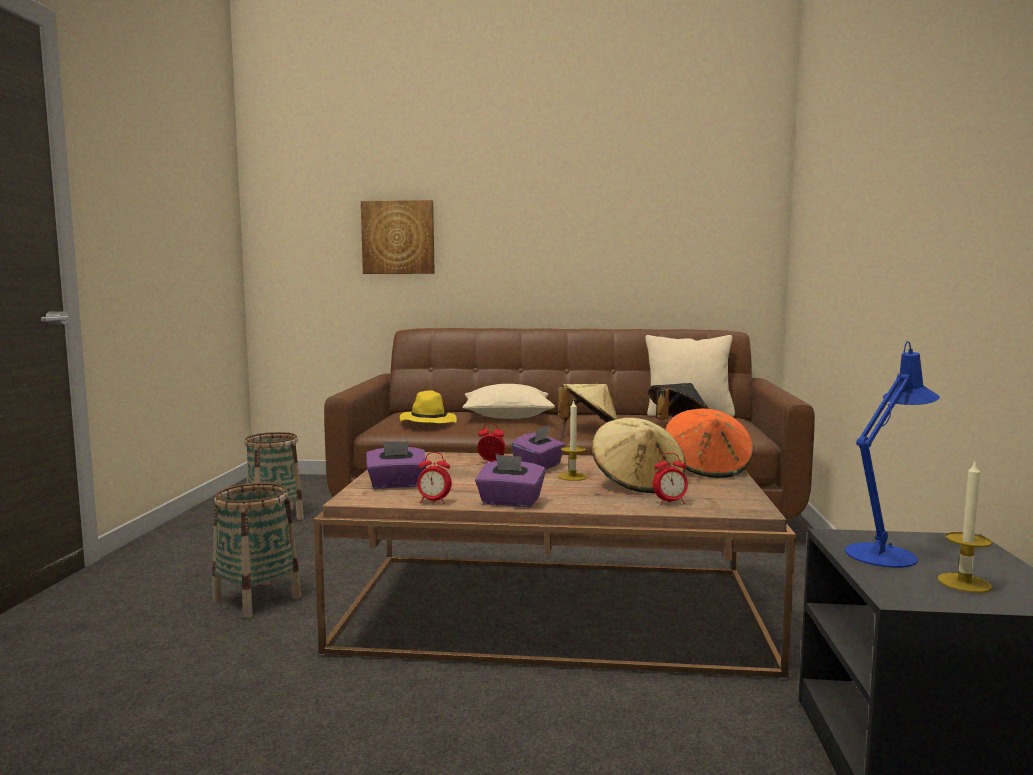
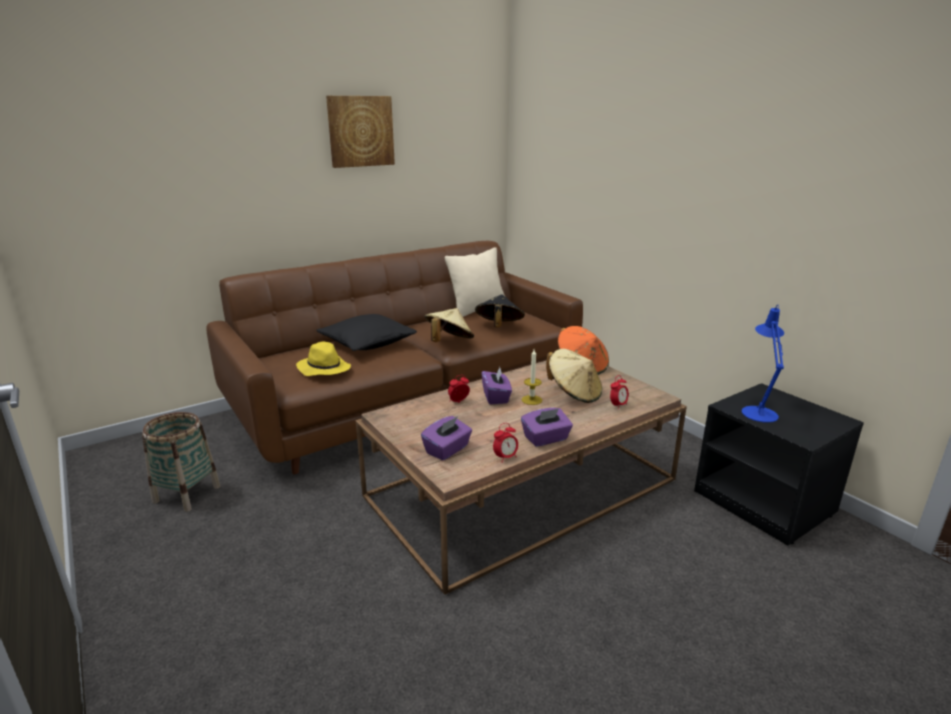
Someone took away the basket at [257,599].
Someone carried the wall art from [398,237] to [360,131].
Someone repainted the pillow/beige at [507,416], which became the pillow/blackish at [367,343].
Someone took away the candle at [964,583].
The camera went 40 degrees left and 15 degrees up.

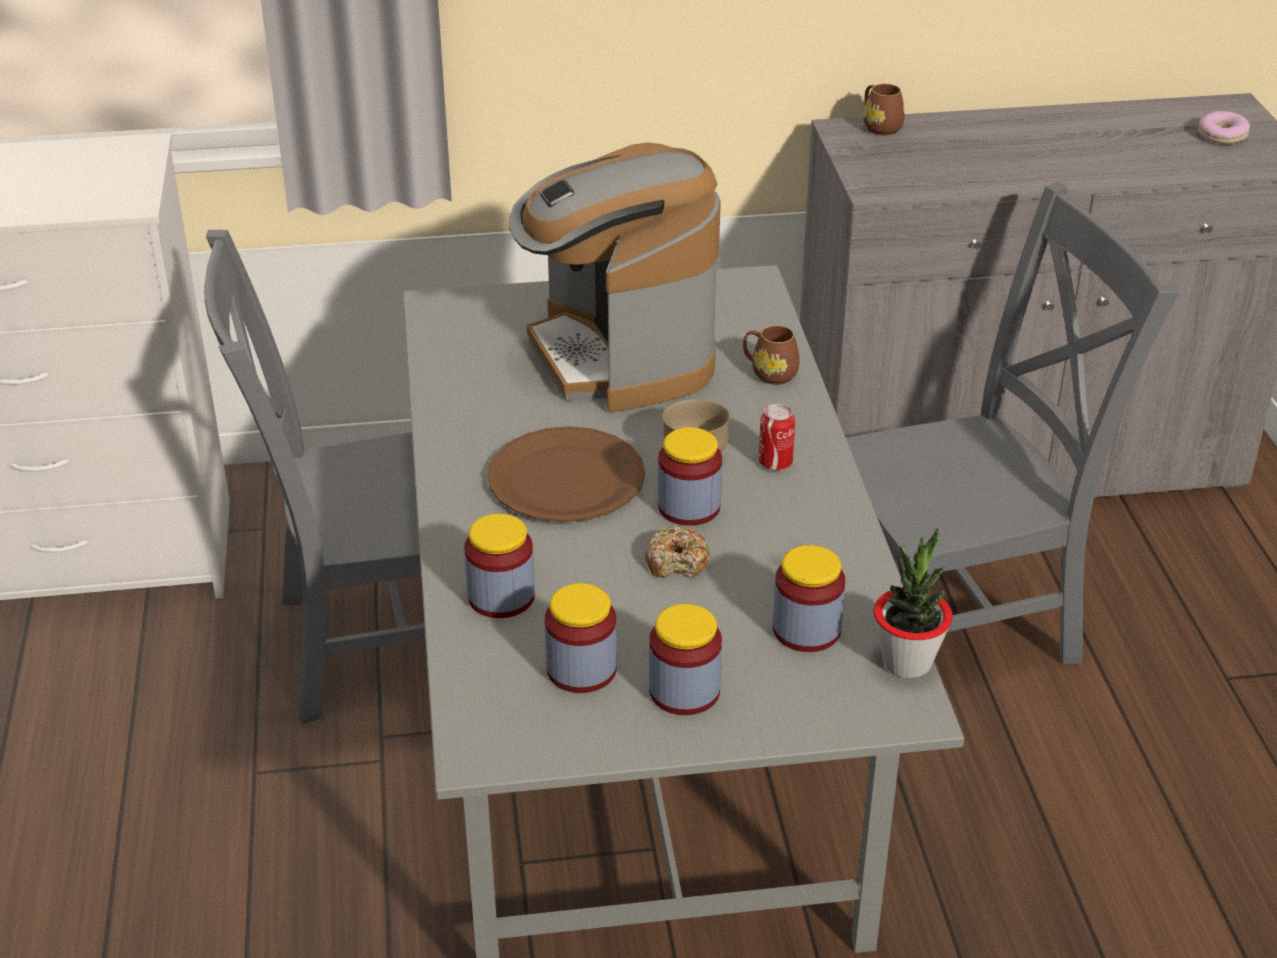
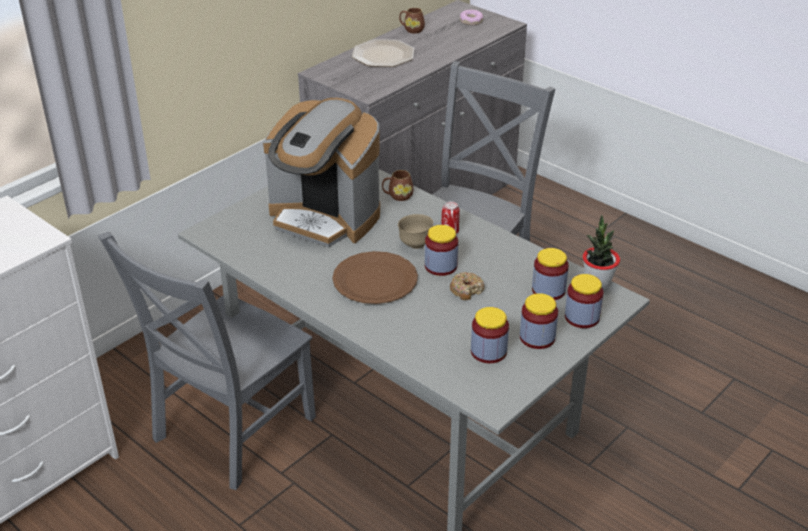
Someone carried the preserve jar from [501,597] to [582,317].
Someone carried the coffee mug/brownish from [879,126] to [411,29].
Someone put down the flat dish at [382,55].
The camera went 40 degrees left and 0 degrees up.

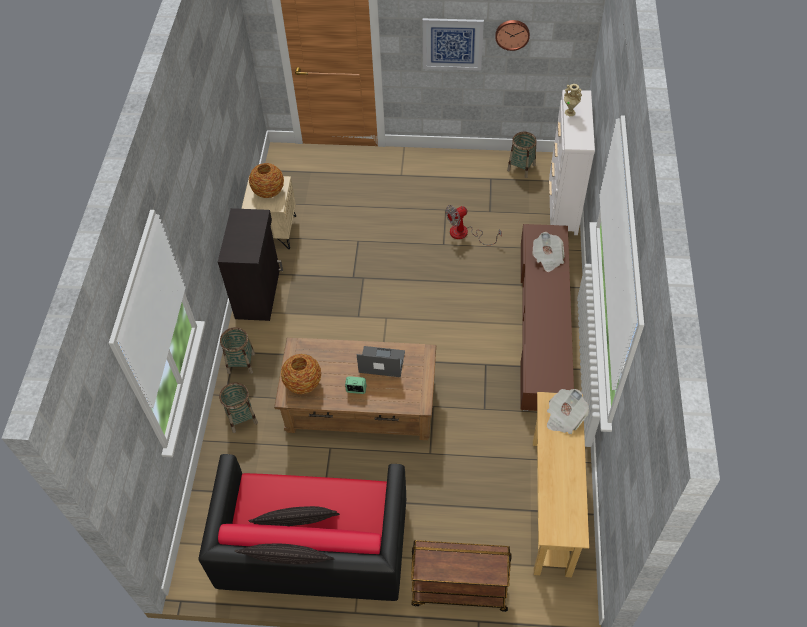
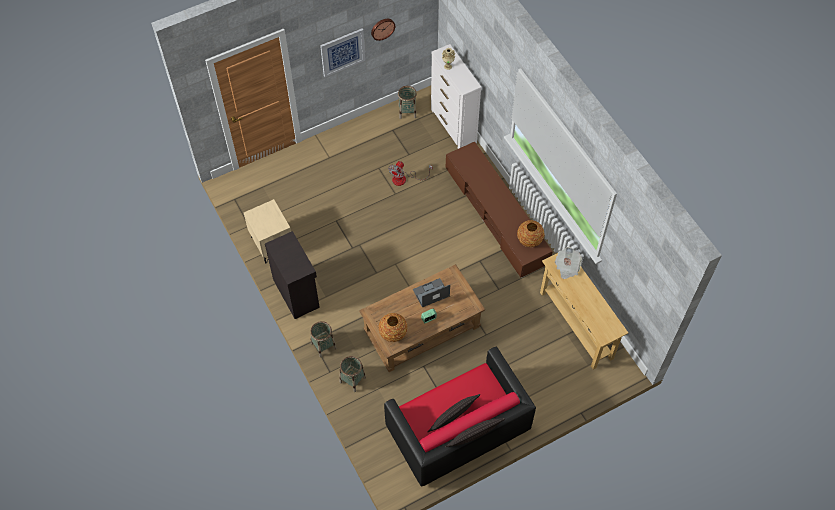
Someone carried the flower vase from [268,191] to [529,240].
Someone took away the wheeled cart/brownish at [458,590].
Someone took away the daily paper at [547,258].
The camera went 35 degrees left and 5 degrees up.

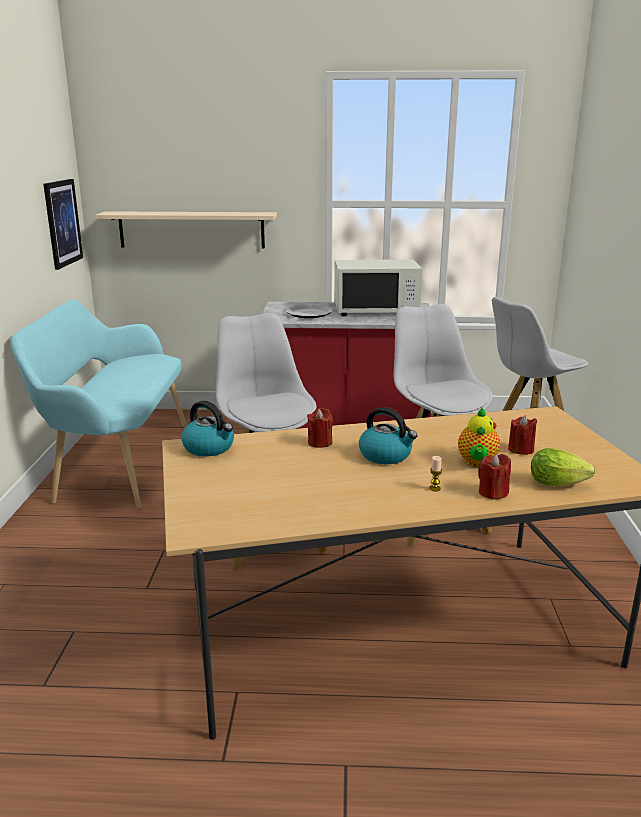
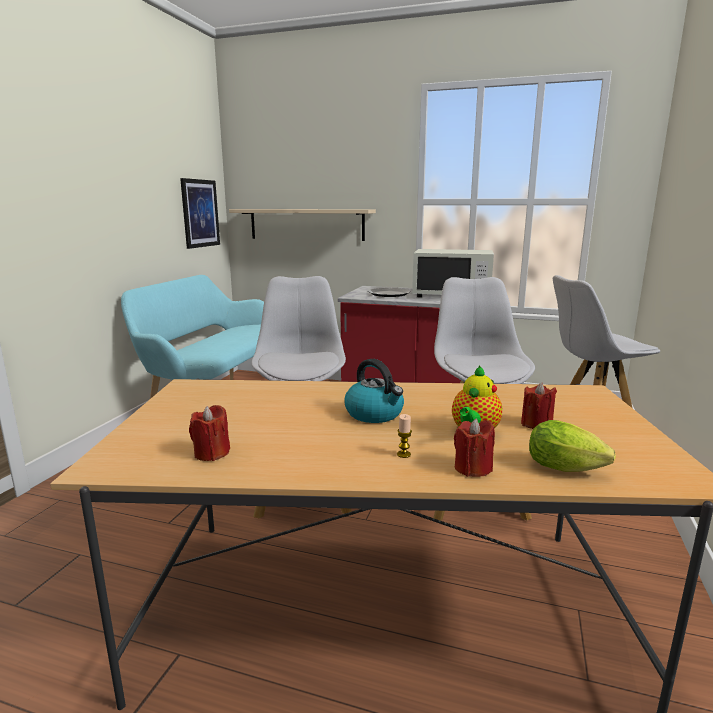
Someone took away the tea kettle at [209,448].
Someone carried the candle/red-coloured from [320,443] to [212,453].
The camera went 15 degrees right and 5 degrees down.

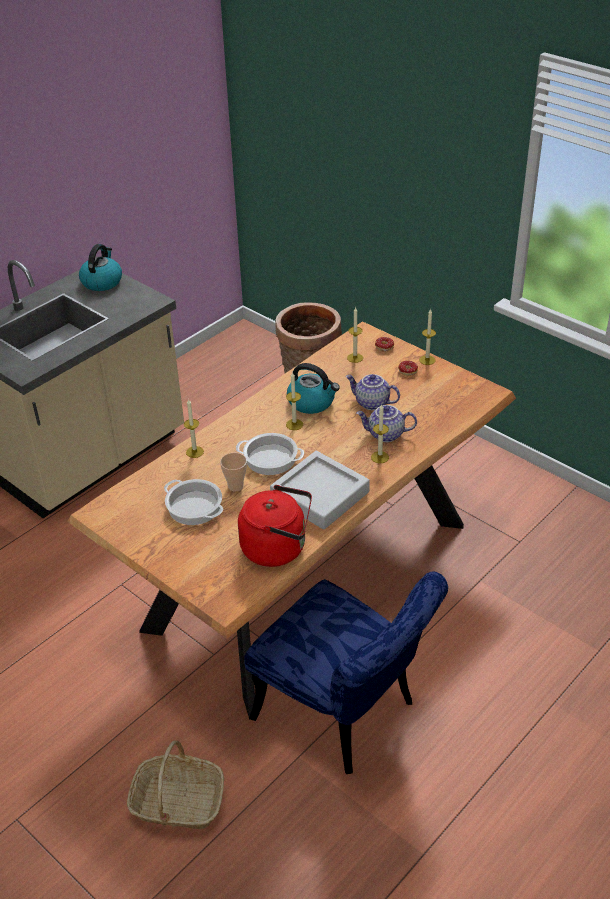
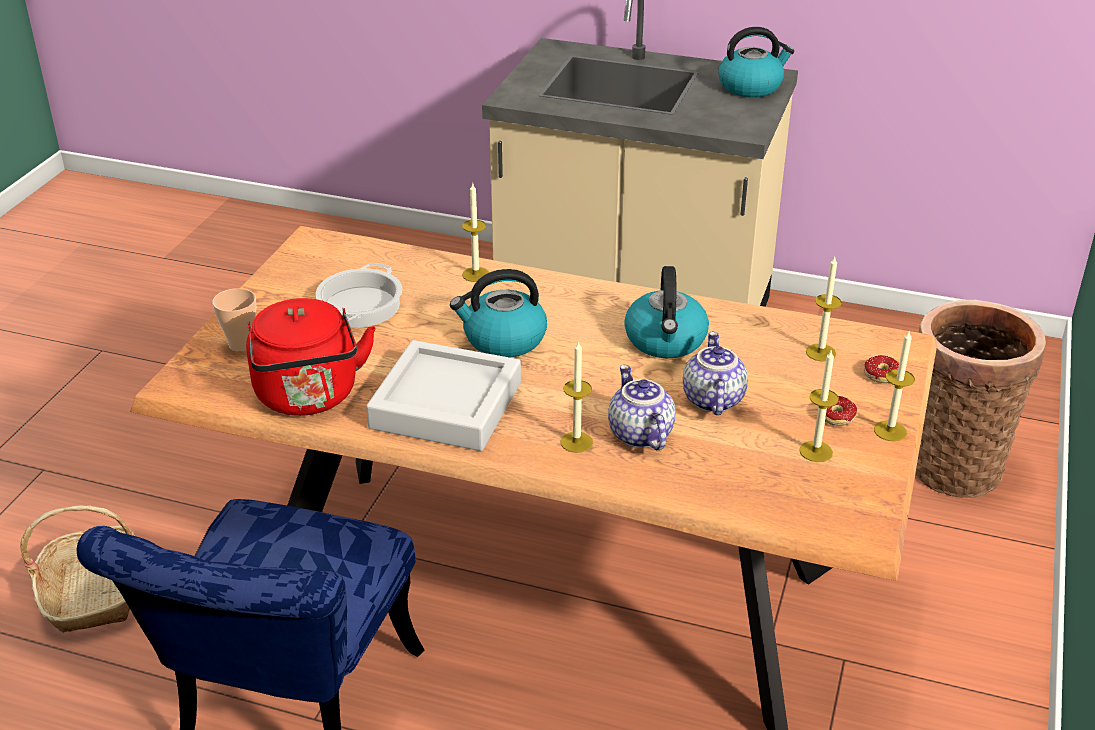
Someone carried the small cup from [235,486] to [241,345].
Someone swapped the saucepot at [271,458] for the tea kettle at [503,340].
Someone carried the candle from [294,424] to [816,451].
The camera went 65 degrees right and 5 degrees down.

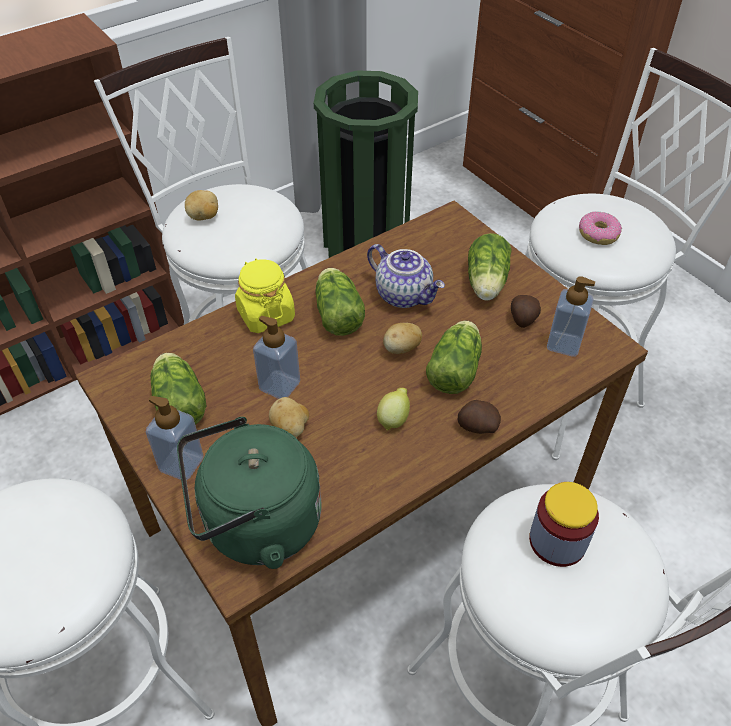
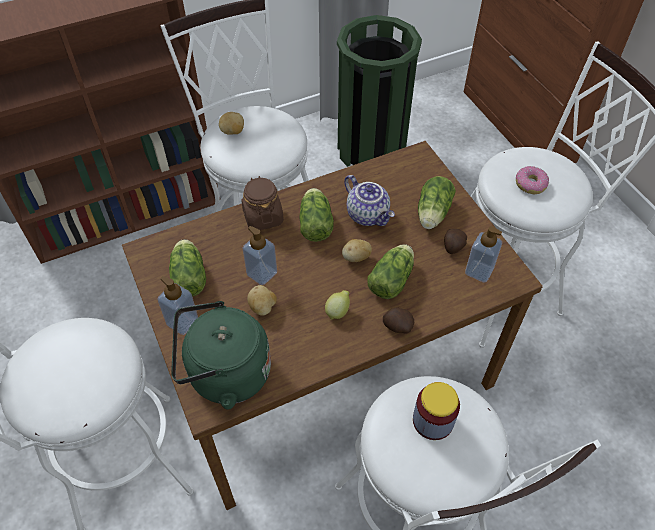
Someone repainted the preserve jar/yellow at [266,315], which became the preserve jar/brownish at [263,217].
The camera went 10 degrees right and 5 degrees up.

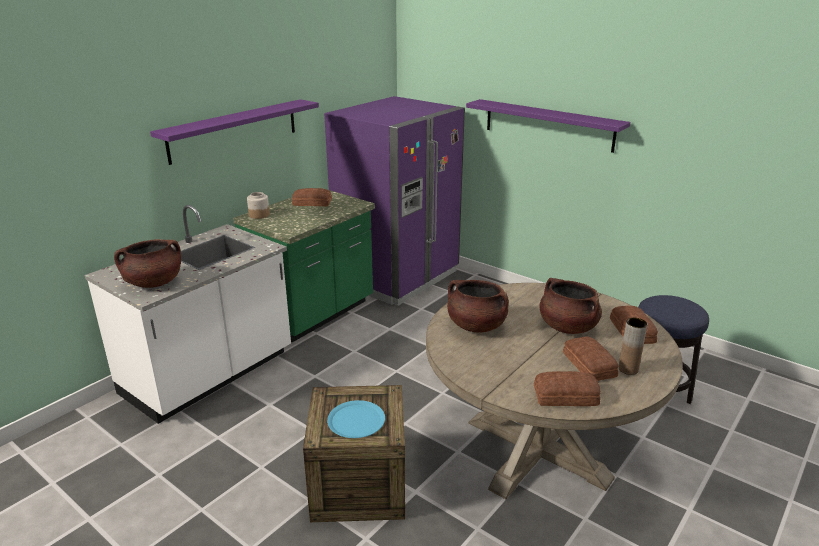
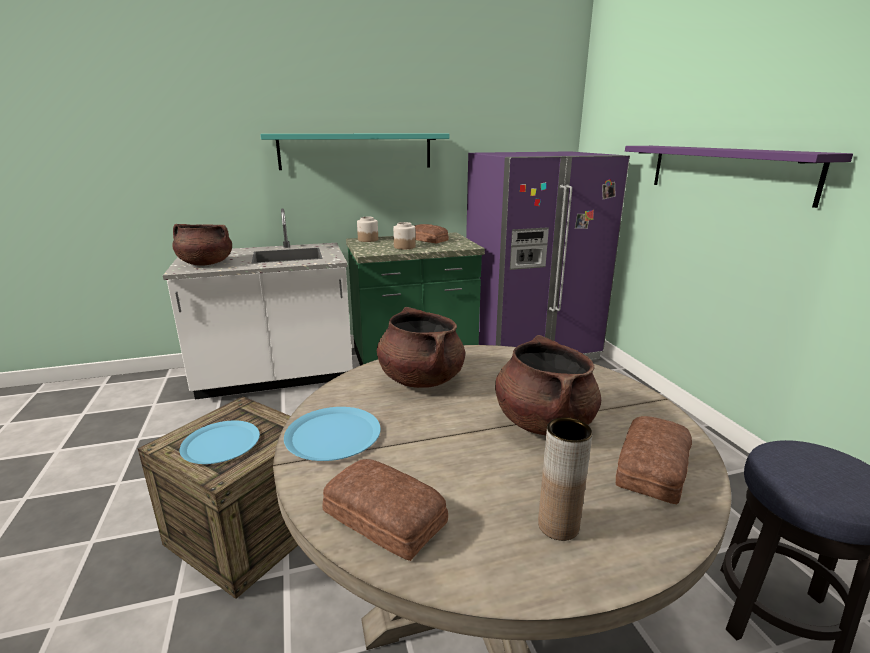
Someone repainted the shelf/purple-coloured at [234,130], which became the shelf/turquoise-coloured at [356,151].
Someone took away the bakery bread at [588,365].
Someone put down the flat dish/bluish at [333,435].
Someone put down the preserve jar at [404,247].
The camera went 35 degrees right and 5 degrees down.

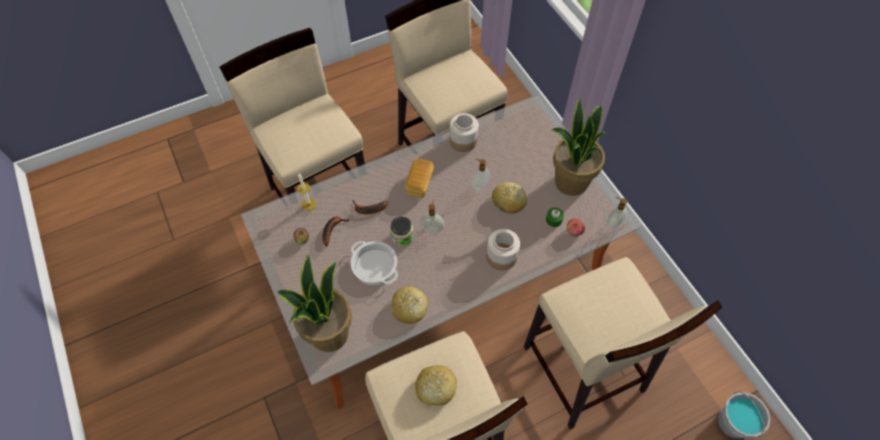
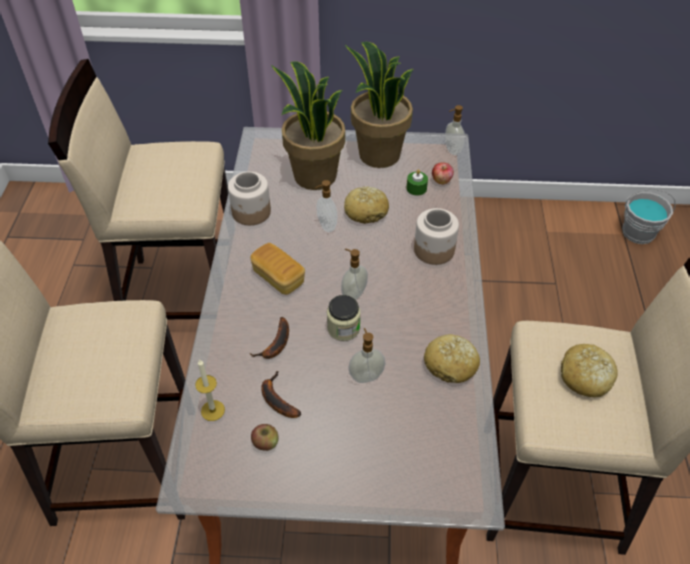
Someone carried the potted plant from [328,333] to [314,176].
Someone swapped the saucepot at [374,266] for the liquid soap bottle at [366,376].
Someone took away the sitting stool/beige at [583,370].
The camera went 60 degrees left and 10 degrees down.

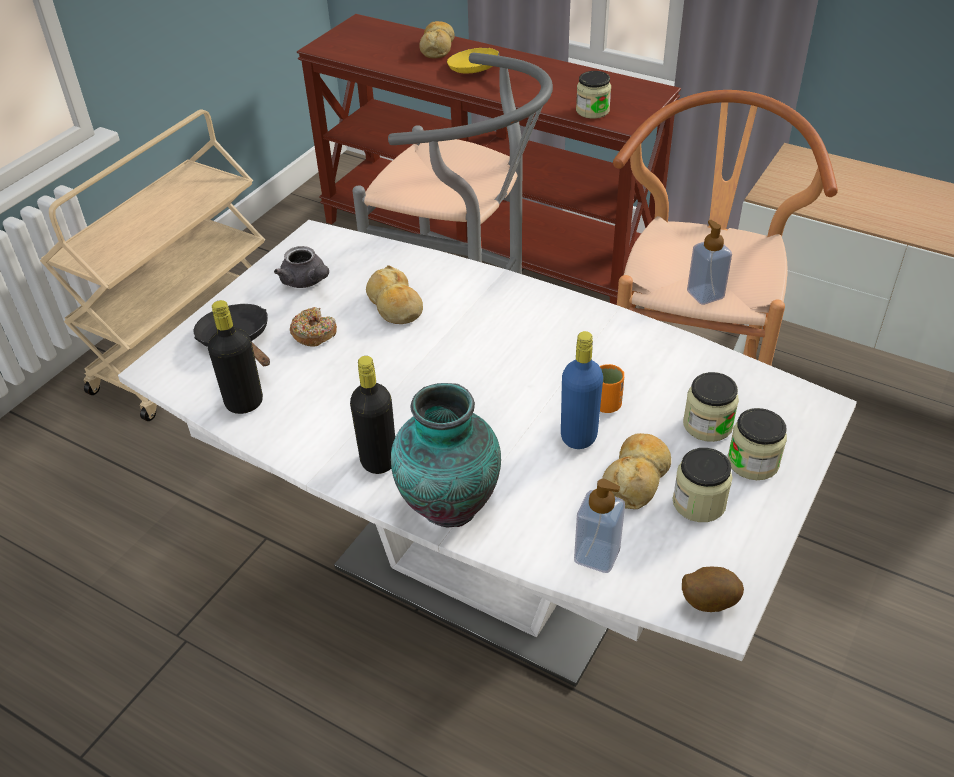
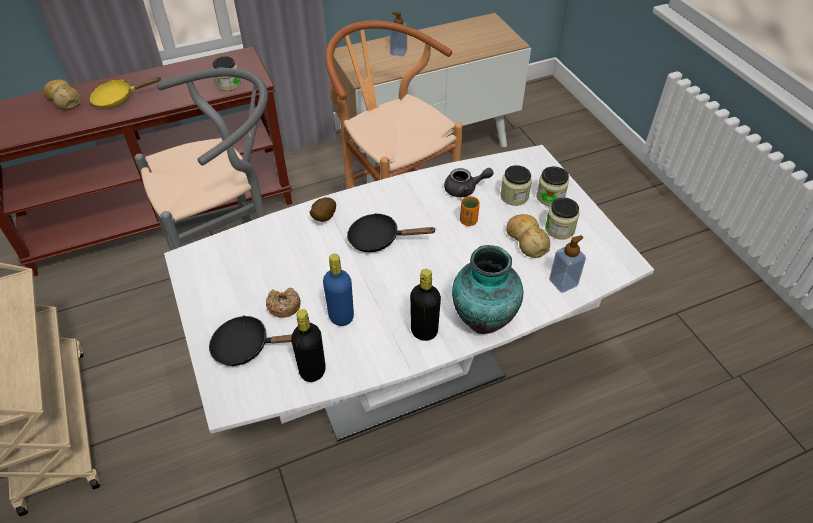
Someone carried the teapot/gray from [306,281] to [465,189].
Someone took away the bakery bread at [395,306].
Someone carried the drink bottle/bluish from [578,436] to [341,316].
Someone carried the potato from [707,601] to [323,218].
Someone carried the liquid soap bottle from [705,294] to [398,52].
Someone put down the frying pan/blackish at [379,239].
The camera went 55 degrees left and 5 degrees up.

